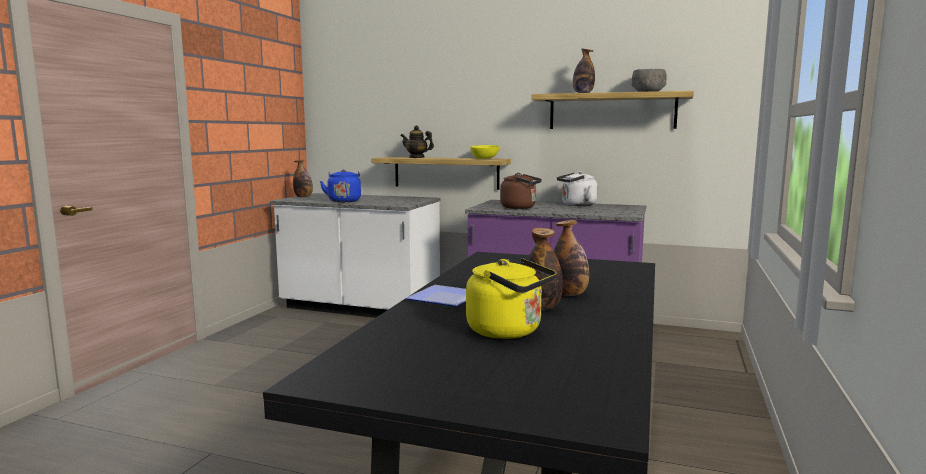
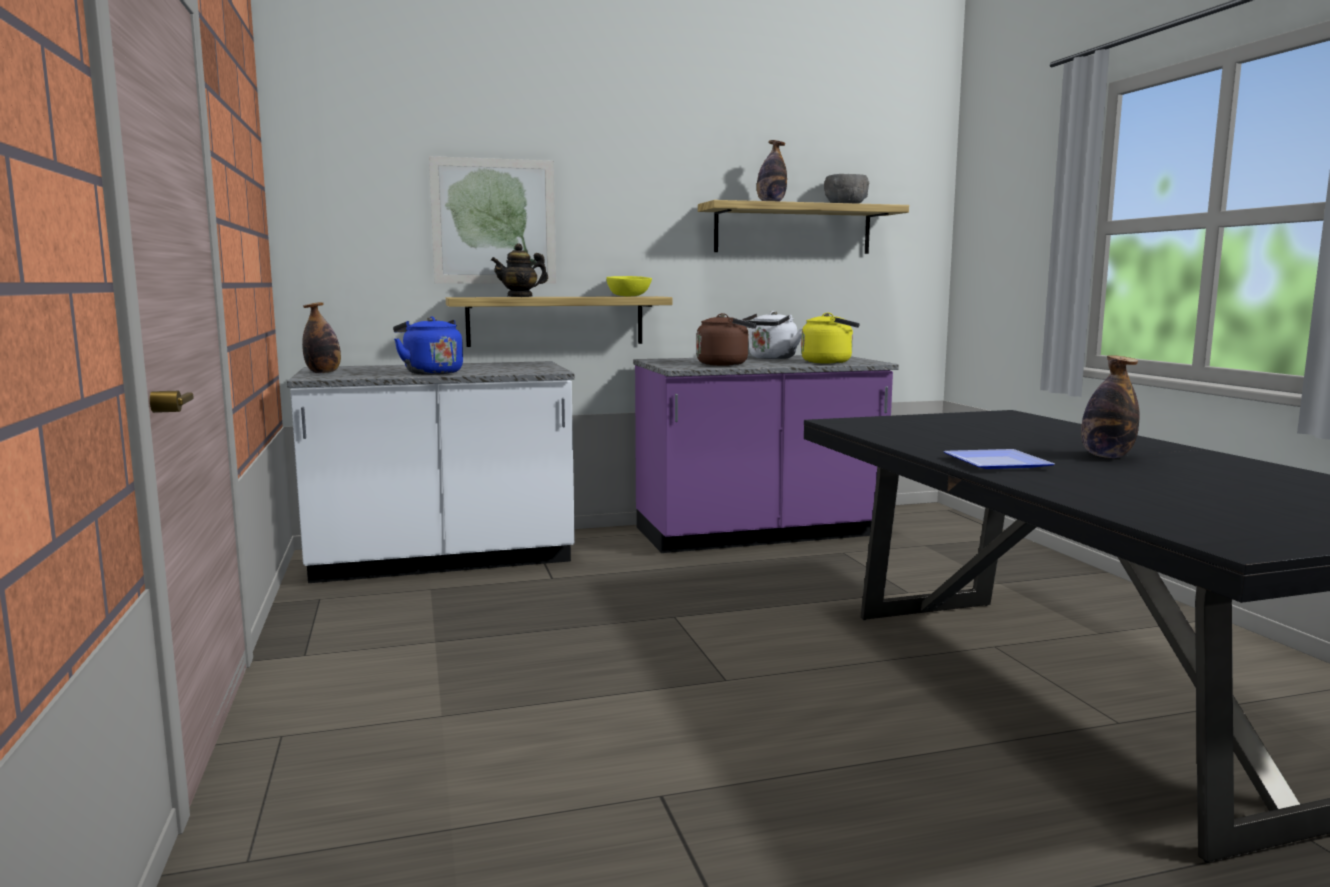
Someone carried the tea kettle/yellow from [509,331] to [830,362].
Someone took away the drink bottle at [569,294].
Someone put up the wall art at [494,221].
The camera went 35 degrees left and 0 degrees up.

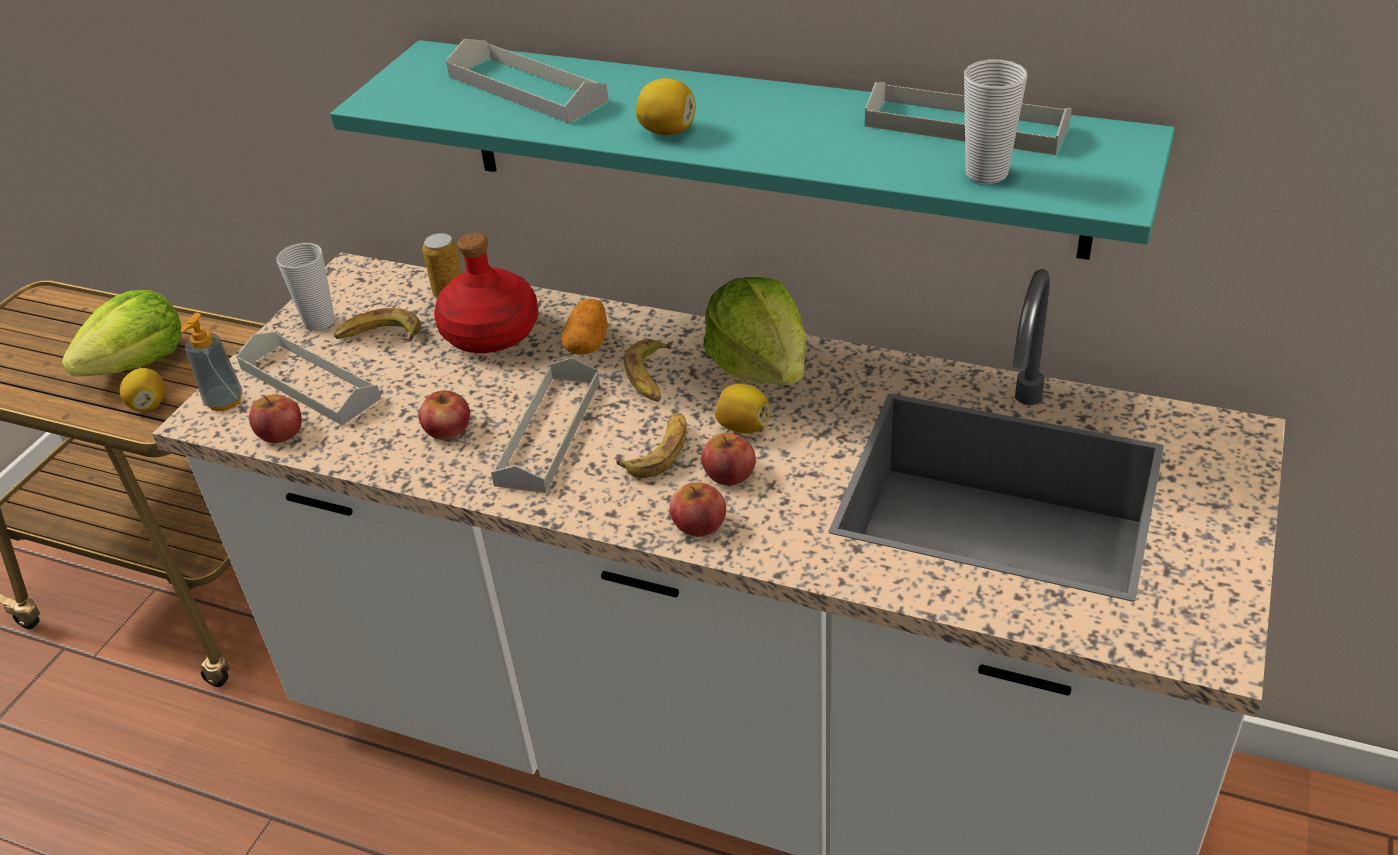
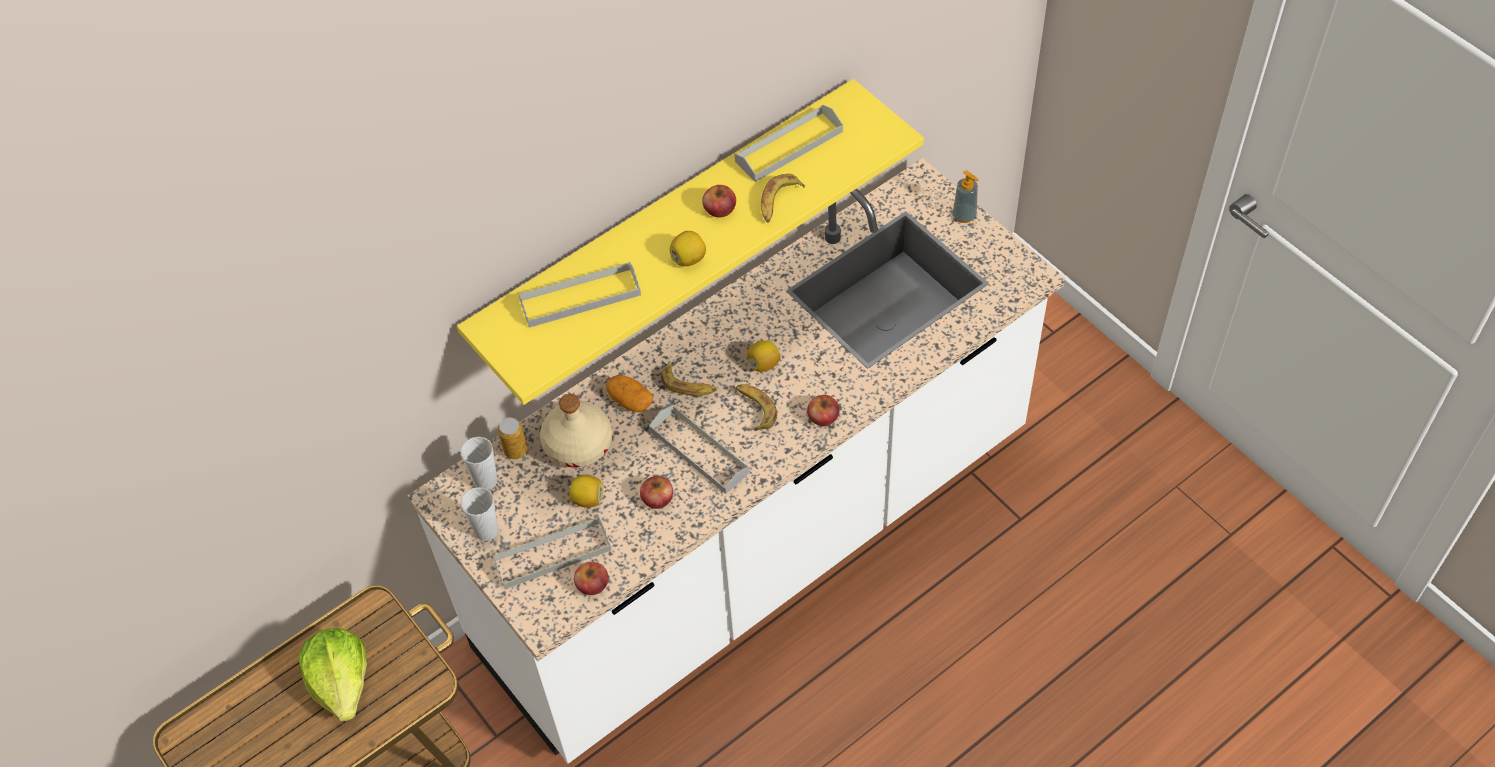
Someone carried the lemon from [149,405] to [587,499].
Someone carried the liquid soap bottle from [224,401] to [964,215].
Someone repainted the shelf/turquoise-coloured at [763,146], which became the shelf/yellow at [667,226].
Someone carried the banana fruit from [379,336] to [778,202].
Someone repainted the drink bottle/red-coloured at [490,333], which became the drink bottle/beige at [579,444].
Someone carried the whole apple from [729,473] to [719,209].
Someone took away the lettuce at [761,364].
Someone carried the small cup from [986,173] to [486,481].
The camera went 60 degrees left and 15 degrees up.

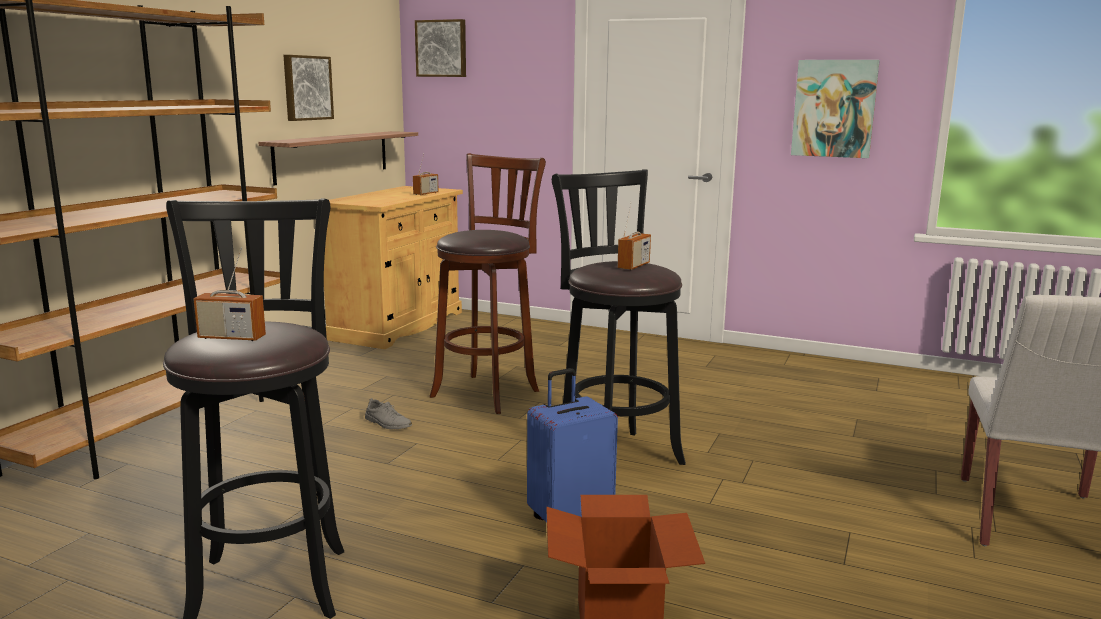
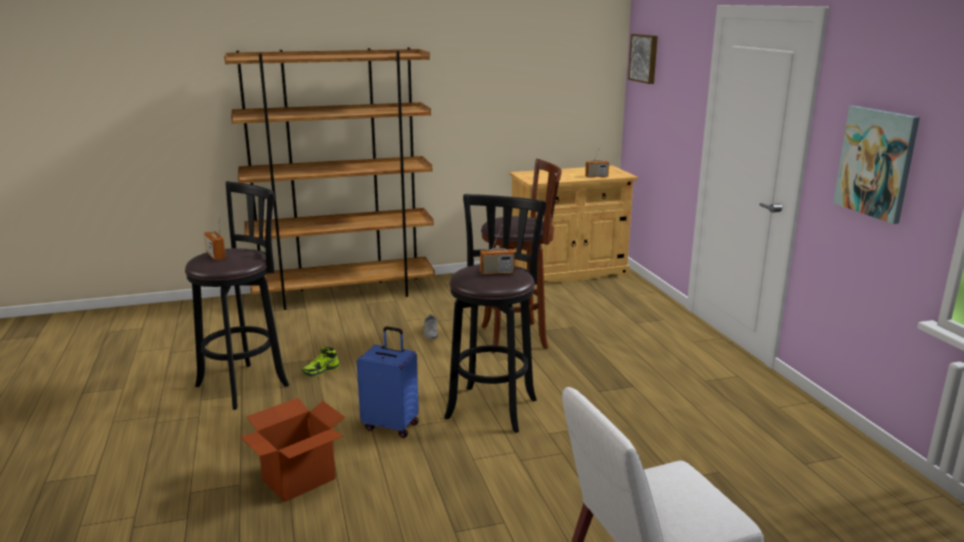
Someone took away the shelf at [333,156].
Someone took away the wall art at [306,88].
Someone put down the item of footwear at [321,371].
The camera went 50 degrees right and 5 degrees up.

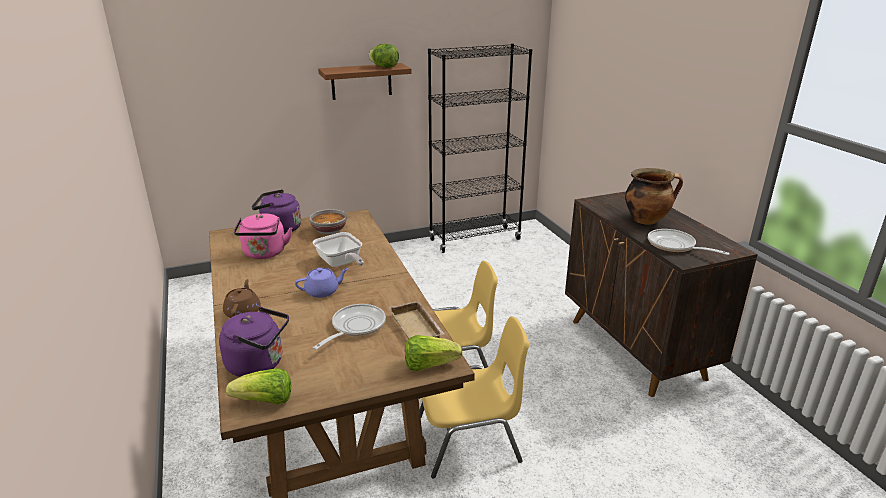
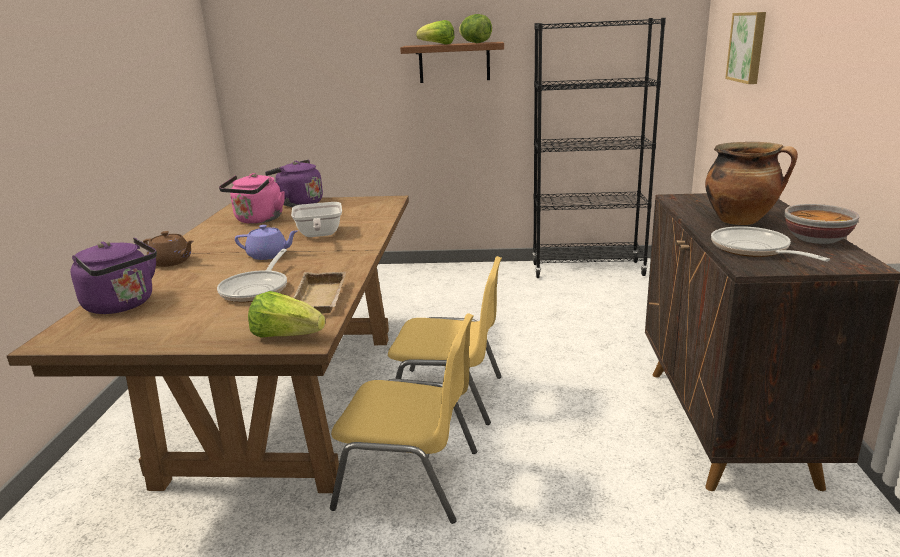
Someone rotated the teapot/brownish at [243,312] by 90 degrees clockwise.
Someone carried the lettuce from [265,401] to [437,44].
Someone carried the serving bowl from [329,230] to [816,239].
Someone rotated the frying pan at [355,327] by 135 degrees clockwise.
Someone put up the wall art at [748,47].
The camera went 25 degrees right and 5 degrees down.

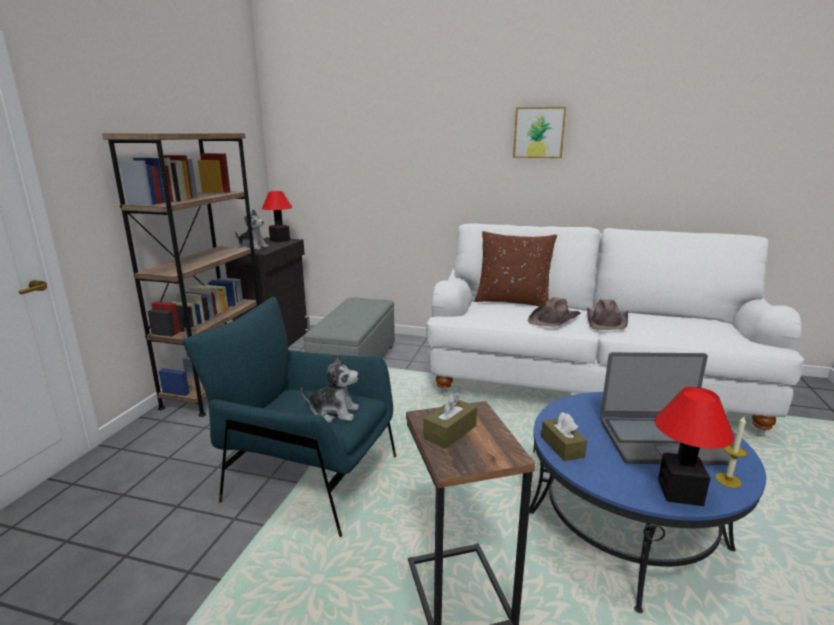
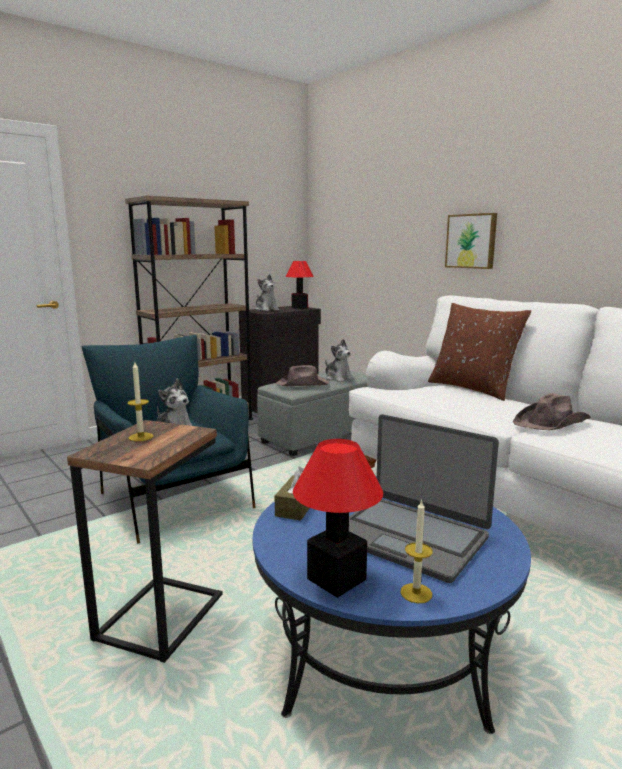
Someone swapped the tissue box/brownish at [450,432] for the candle at [141,437].
Someone carried the wall art from [539,132] to [471,241].
Someone carried the clothing hat/brownish from [554,319] to [303,384].
Someone put down the soft toy at [338,378].
The camera went 35 degrees right and 5 degrees down.

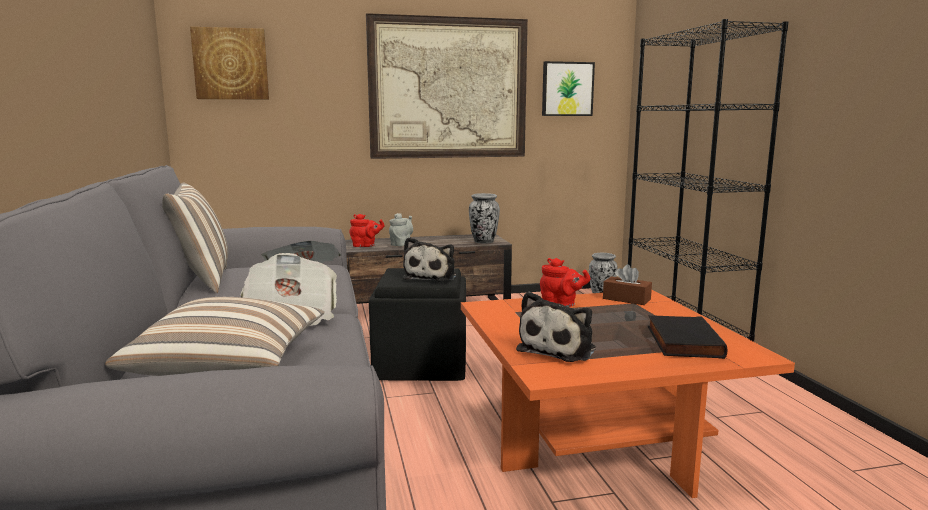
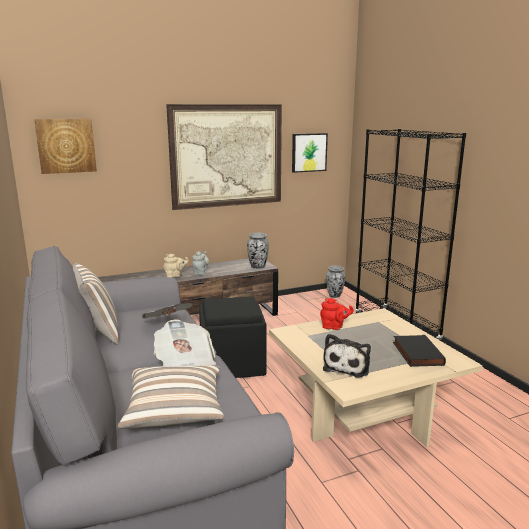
Someone repainted the teapot/red-coloured at [365,246], which became the teapot/beige at [175,276].
Someone took away the soft toy at [431,276].
Someone repainted the low table/orangey at [598,437], which became the low table/beige at [363,410].
Someone took away the tissue box/brownish at [626,299].
The camera went 10 degrees left and 5 degrees up.

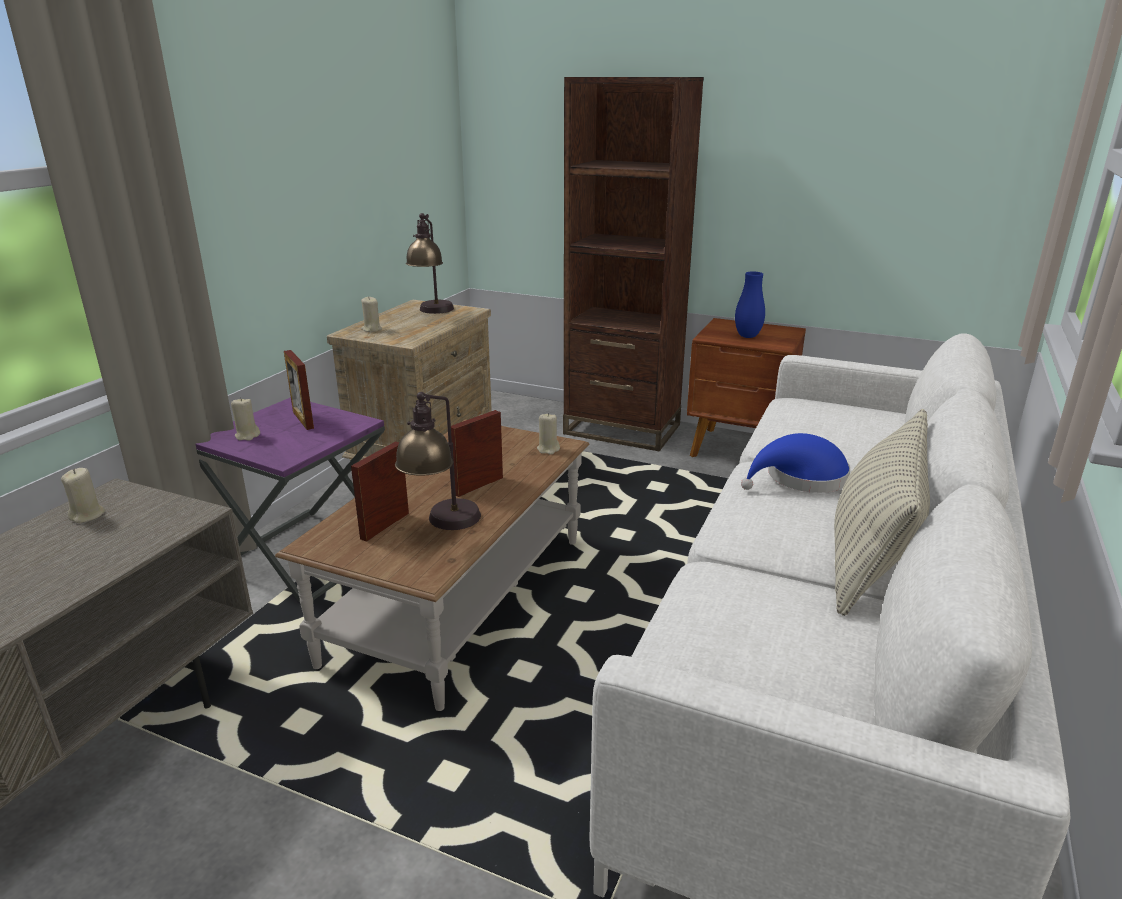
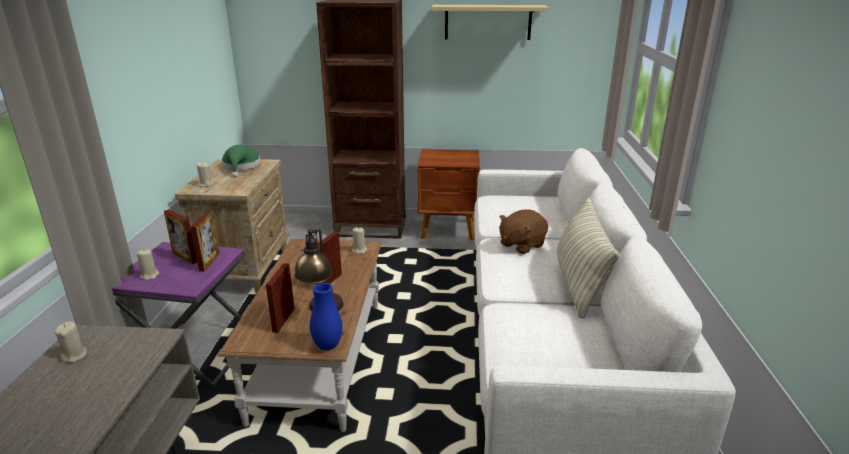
Someone swapped the lamp for a table at [432,312] for the clothing hat/green at [241,167].
Someone carried the flower vase/bluish from [747,336] to [327,346].
Someone swapped the clothing hat/bluish at [801,479] for the soft toy/brownish at [521,245].
Someone put down the photo frame at [209,262].
Someone put up the shelf/beige at [488,22].
The camera went 20 degrees left and 0 degrees up.

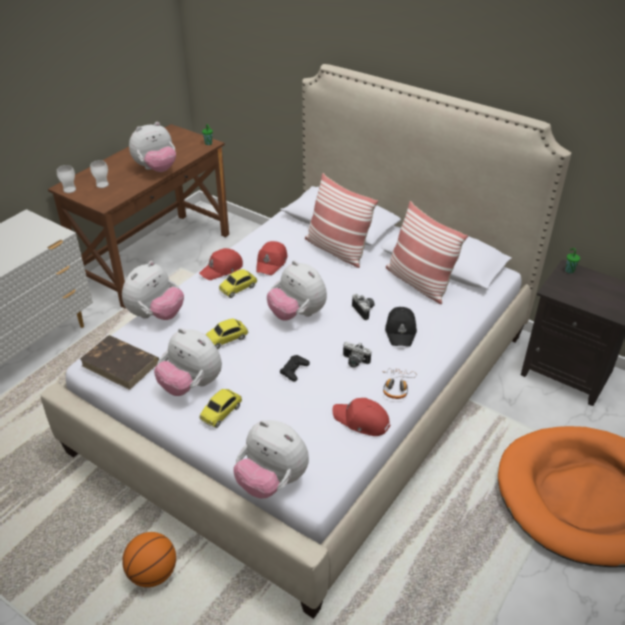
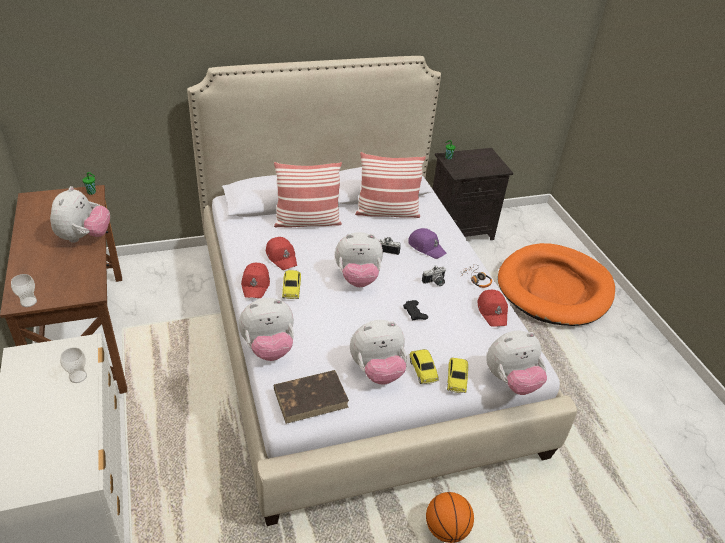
Someone carried the small cup from [102,185] to [78,376].
Someone rotated the soft toy at [156,315] by 90 degrees clockwise.
Someone carried the model car from [227,338] to [456,379].
Someone rotated the baseball cap/red-coloured at [361,421] by 75 degrees counterclockwise.
Someone repainted the baseball cap/blackish at [401,331], which became the baseball cap/purple-coloured at [426,247].
The camera went 55 degrees left and 0 degrees up.

